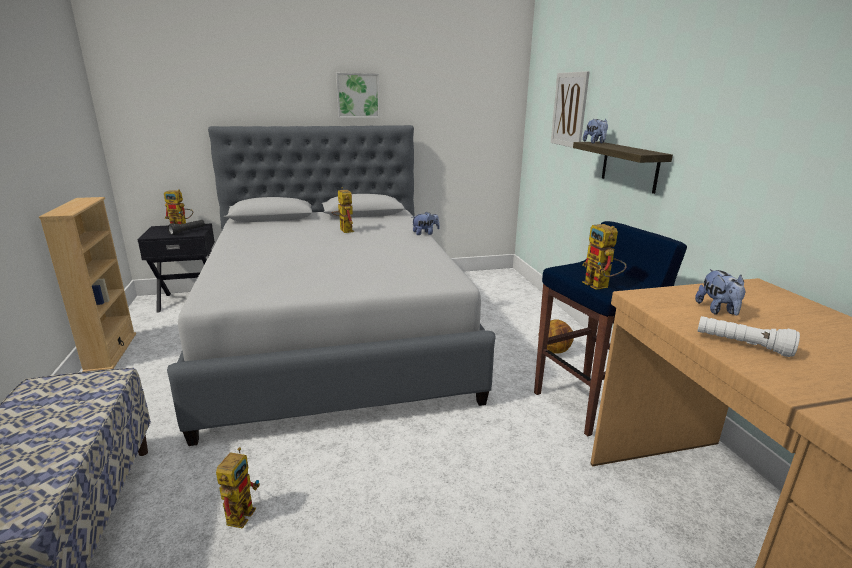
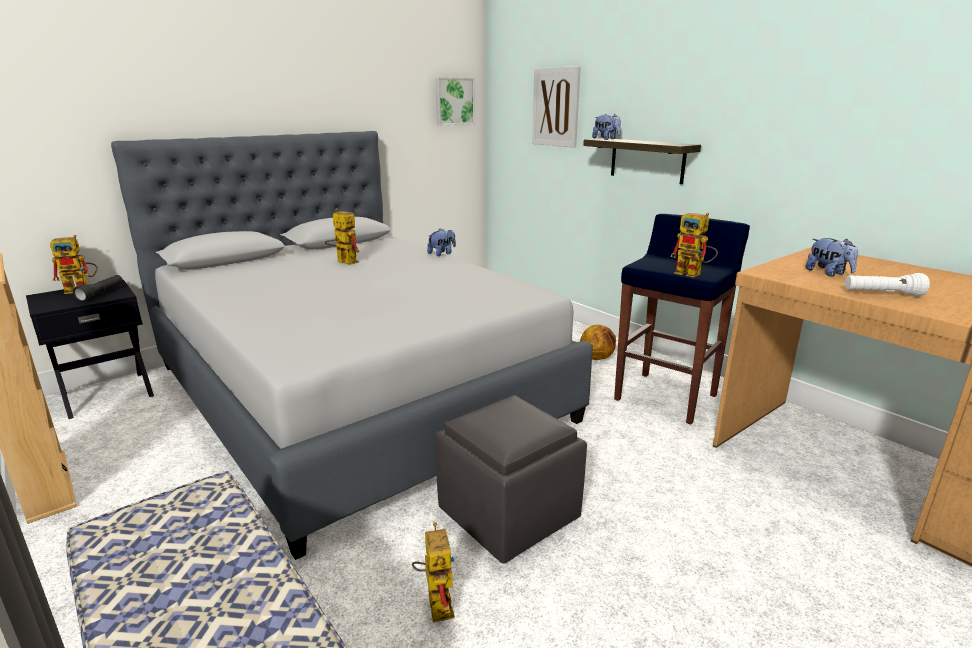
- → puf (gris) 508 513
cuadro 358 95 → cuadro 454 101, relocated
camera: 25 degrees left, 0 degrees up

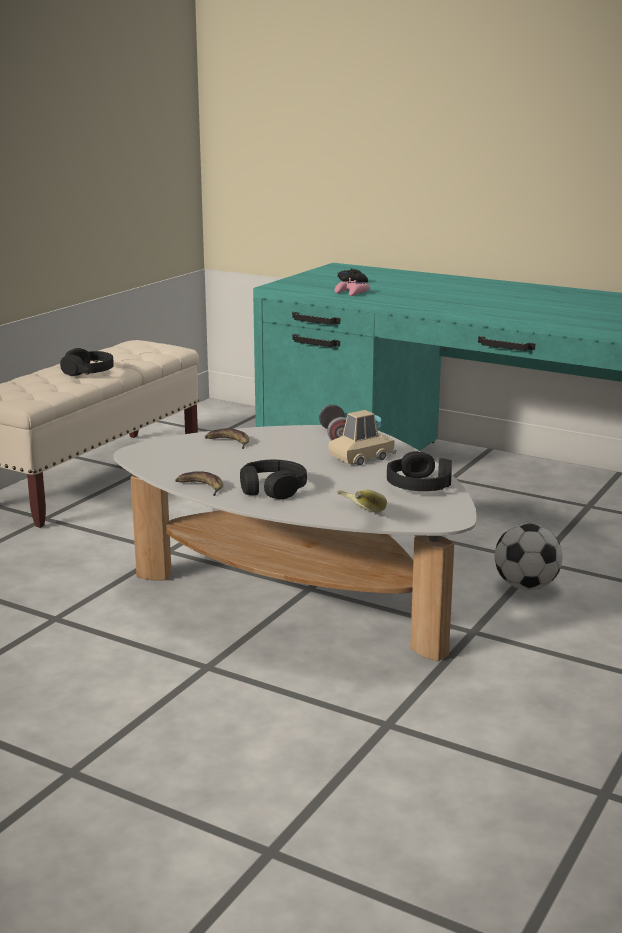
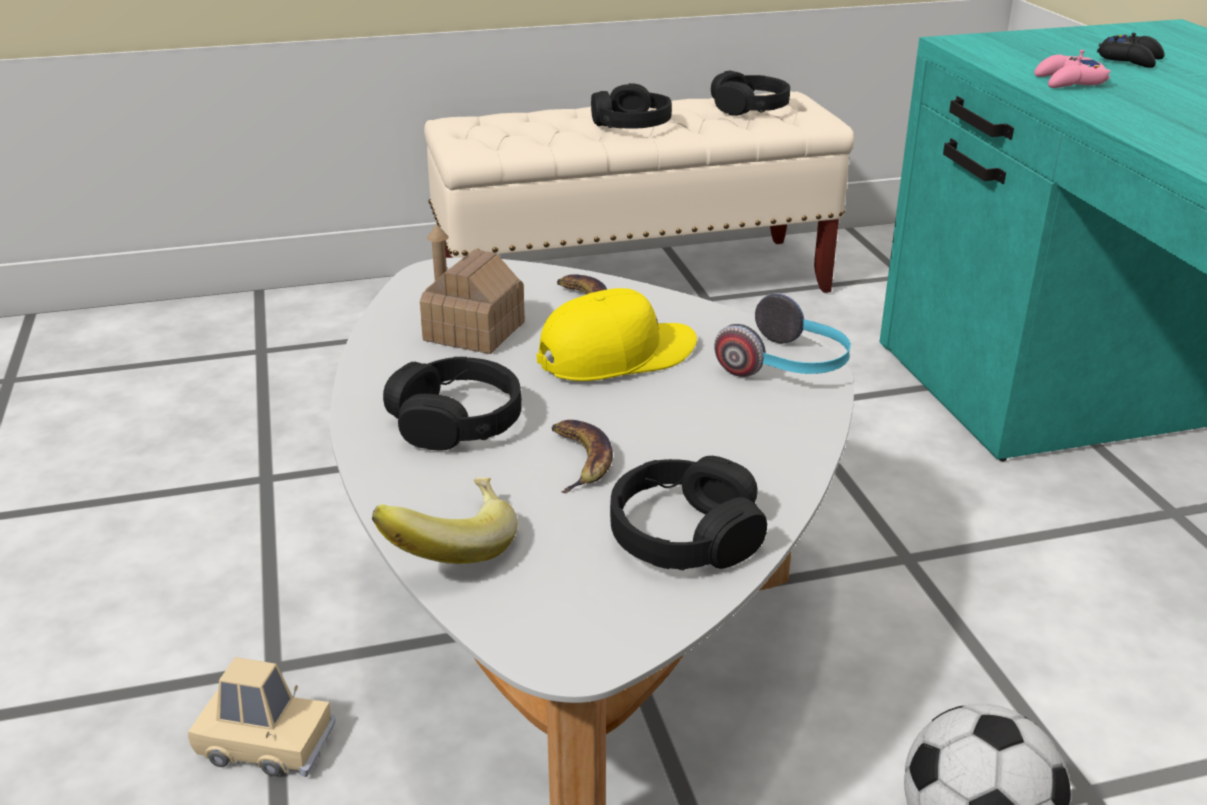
- → casita 473 331
- → gorra (amarillo) 617 356
- → auriculares (negro) 750 107
plátano 201 487 → plátano 579 459, relocated
coche de juguete (beis) 362 457 → coche de juguete (beis) 266 744, relocated
camera: 45 degrees right, 10 degrees up

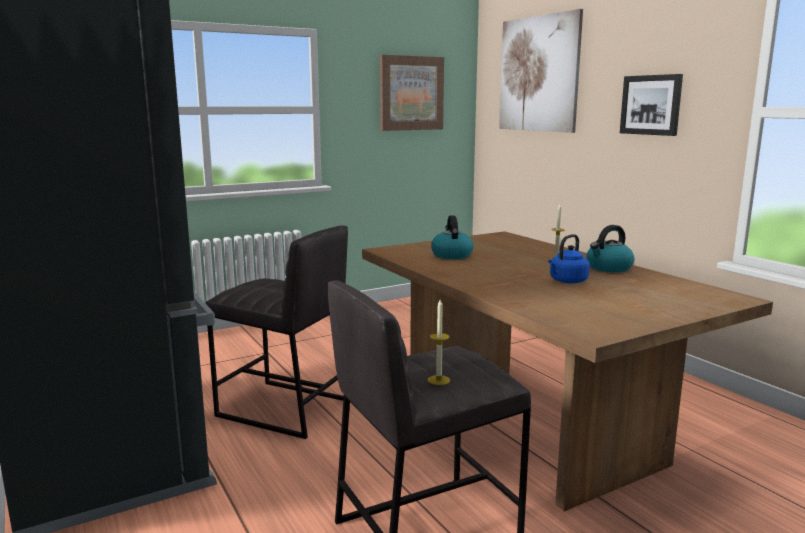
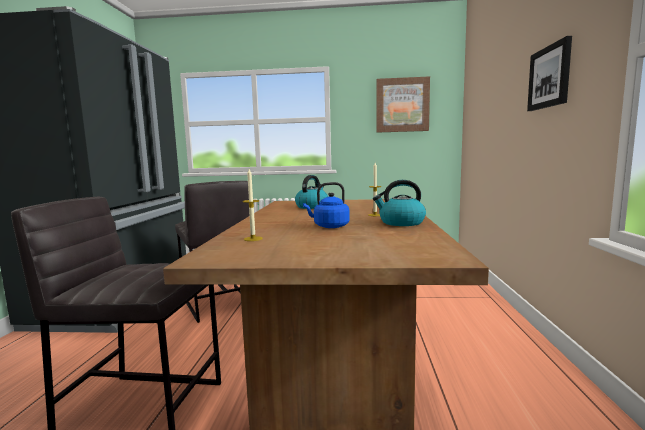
cuadro 538 74 → -
vela 438 380 → vela 253 239, relocated
camera: 35 degrees right, 5 degrees down

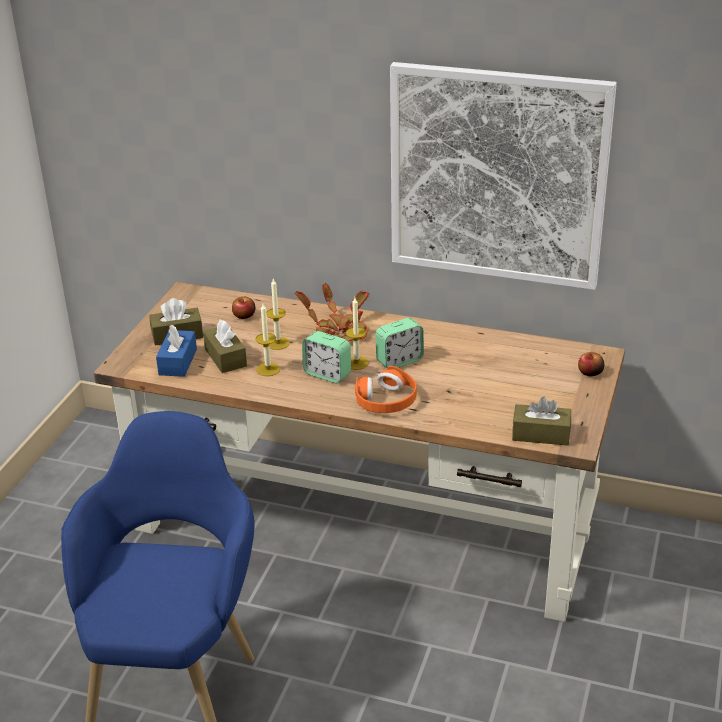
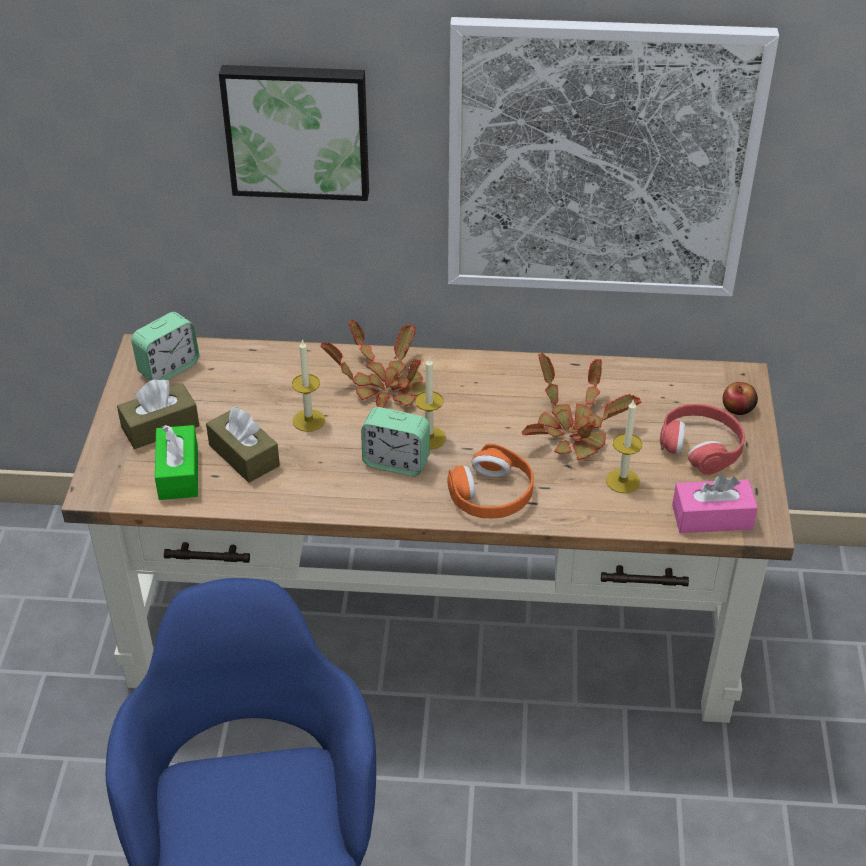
manzana 244 315 → -
- → cuadro 297 130
- → planta en maceta 574 430
- → auriculares (rojo) 701 446
vela 268 369 → vela 622 481, relocated
despertador 399 360 → despertador 168 368, relocated
caja de pañuelos (azul) 178 362 → caja de pañuelos (verde) 178 473
caja de pañuelos (marrón) 541 434 → caja de pañuelos (rosa) 712 517
camera: 15 degrees left, 10 degrees up

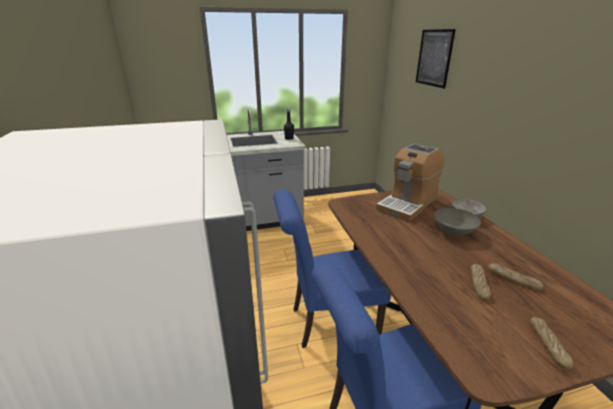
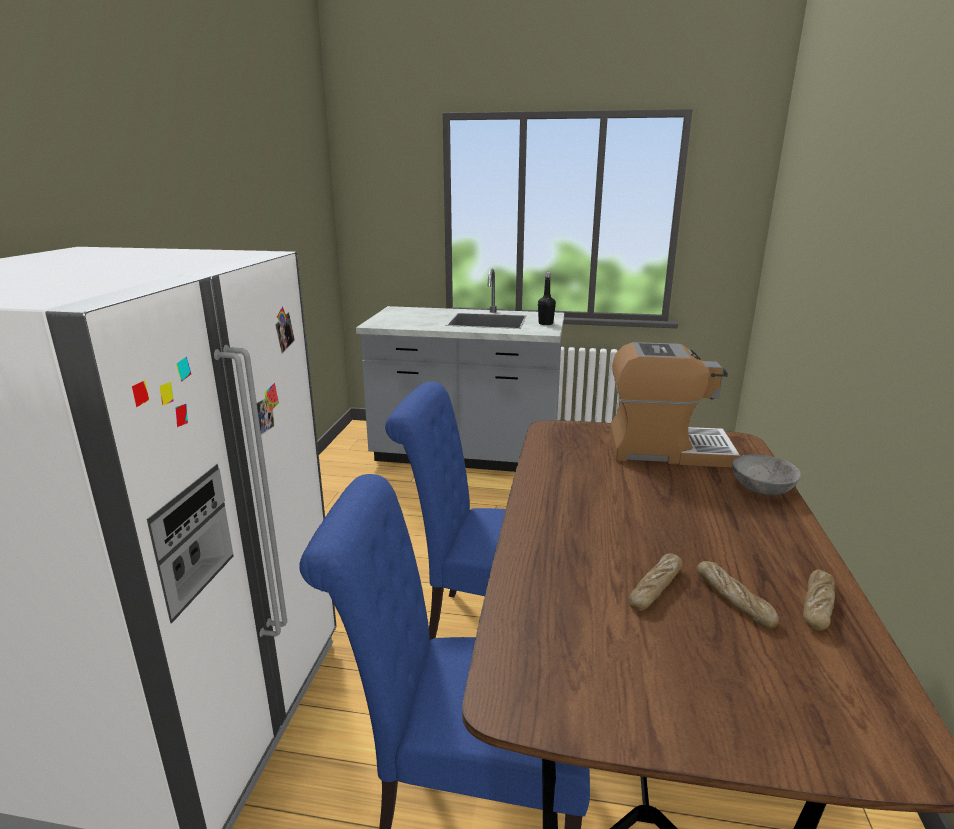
cuadro 434 58 → -
cuenco (gris) 454 232 → -
pan 548 345 → pan 817 606, relocated
cafetera 407 204 → cafetera 667 450, 150 degrees counterclockwise
camera: 25 degrees right, 5 degrees down

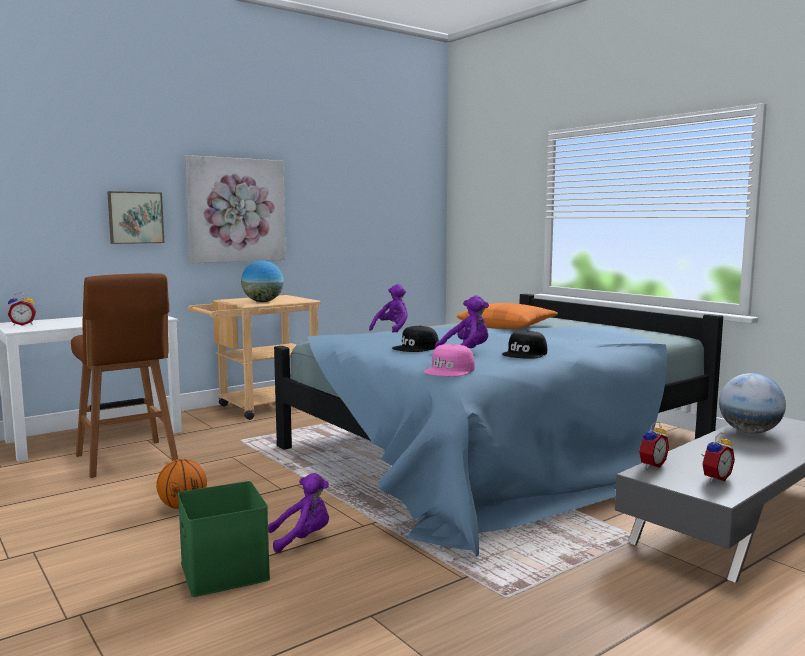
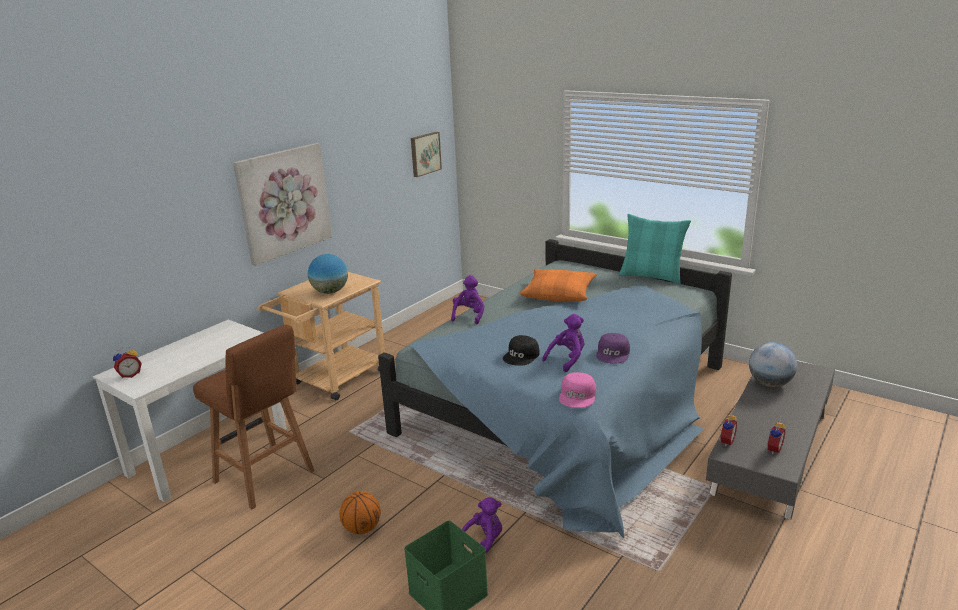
- → cojín (turquesa) 651 276
cuadro 135 217 → cuadro 424 153, relocated
gorra (negro) 525 354 → gorra (morado) 613 353
camera: 15 degrees left, 15 degrees up

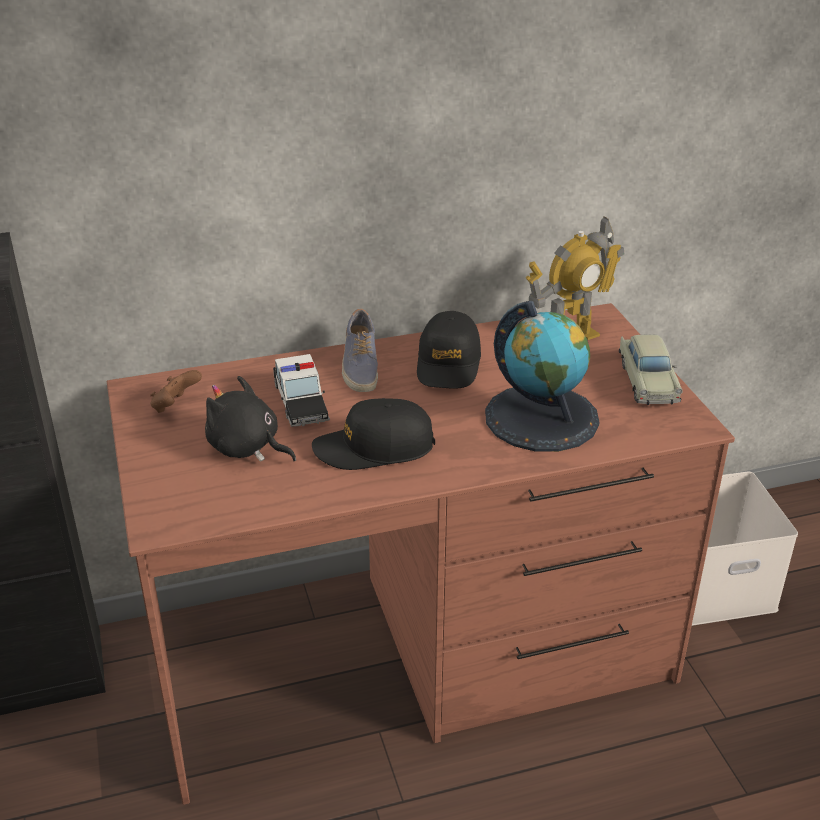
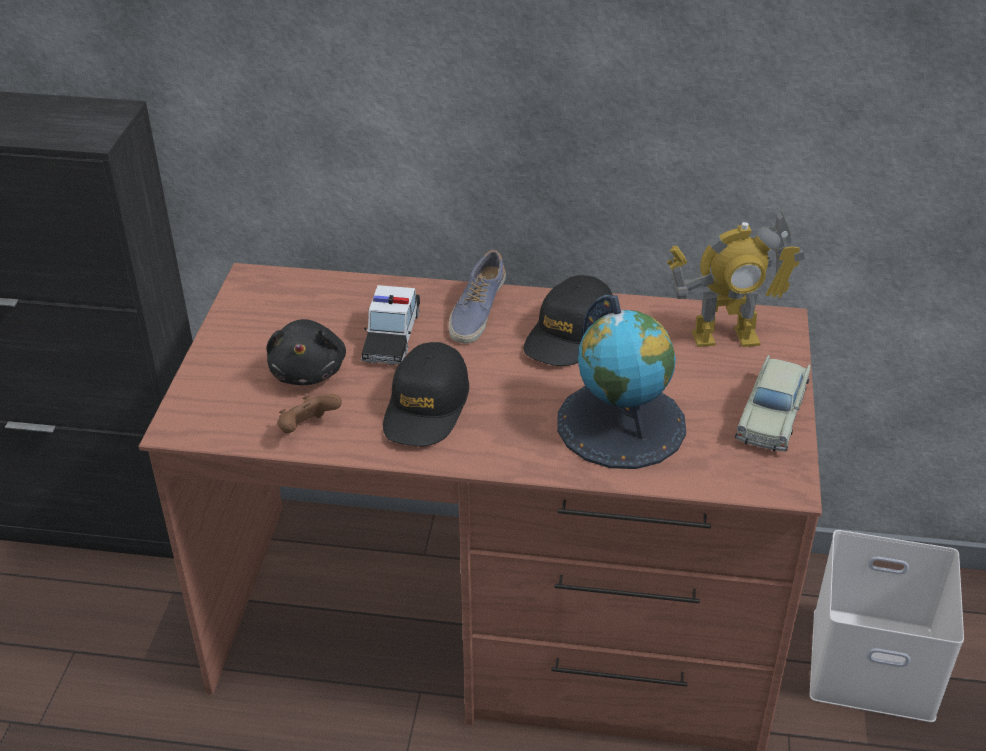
mando de consola (marrón) 175 406 → mando de consola (marrón) 307 429, relocated
peluche (negro) 247 448 → peluche (negro) 308 371, 150 degrees counterclockwise
gorra (negro) 374 448 → gorra (negro) 426 407, 90 degrees counterclockwise
camera: 25 degrees right, 5 degrees up

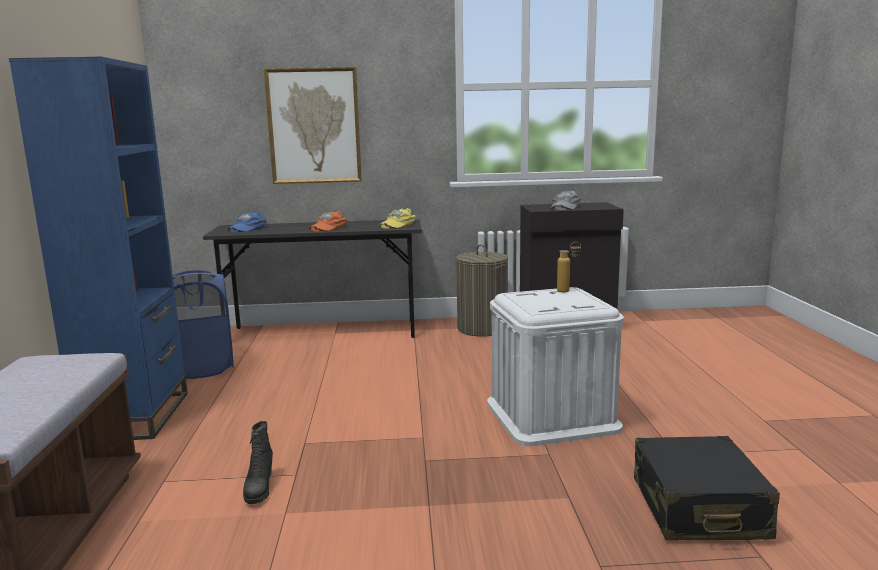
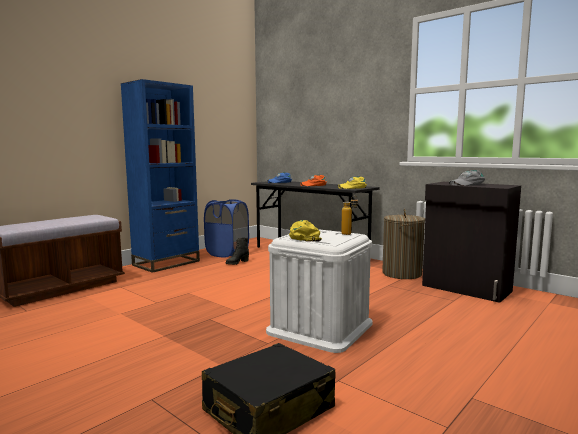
cuadro 314 126 → -
- → gorra (amarillo) 304 237
bota (negro) 259 489 → bota (negro) 237 263, relocated
camera: 45 degrees right, 5 degrees down

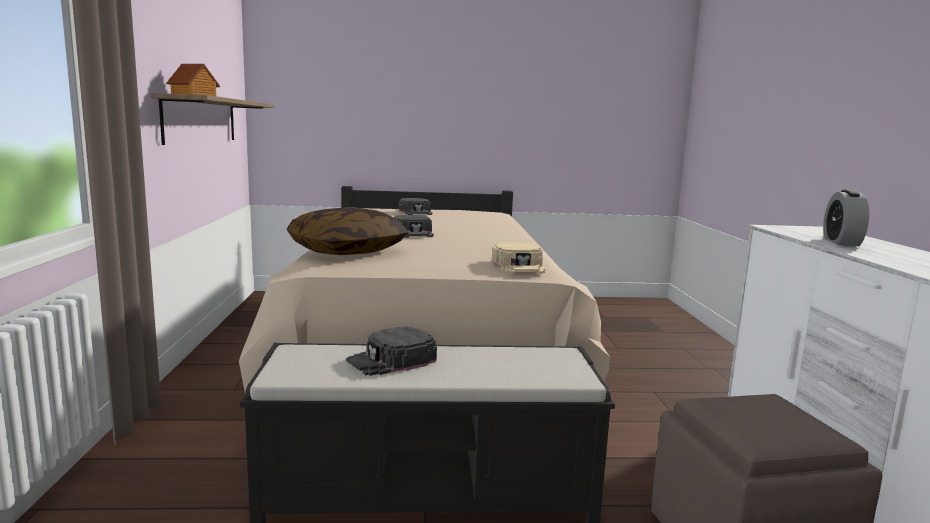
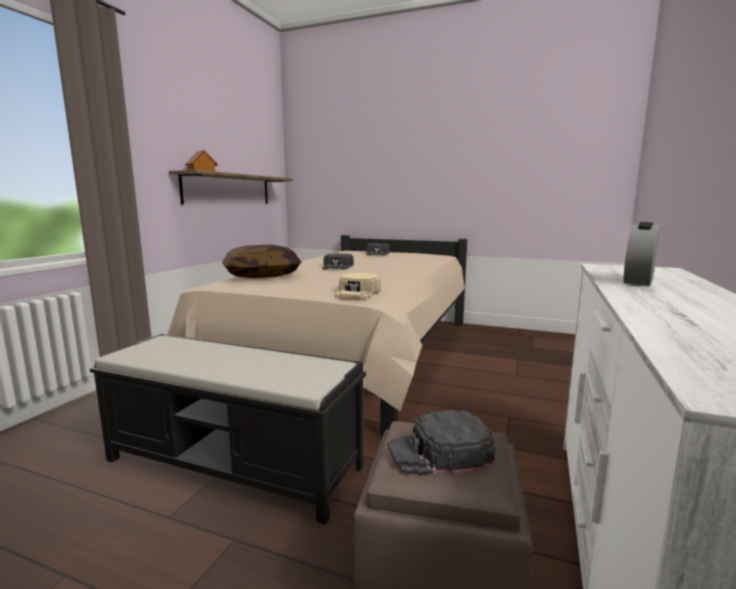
gorra (negro) 392 360 → gorra (negro) 440 453, relocated
camera: 25 degrees right, 0 degrees up

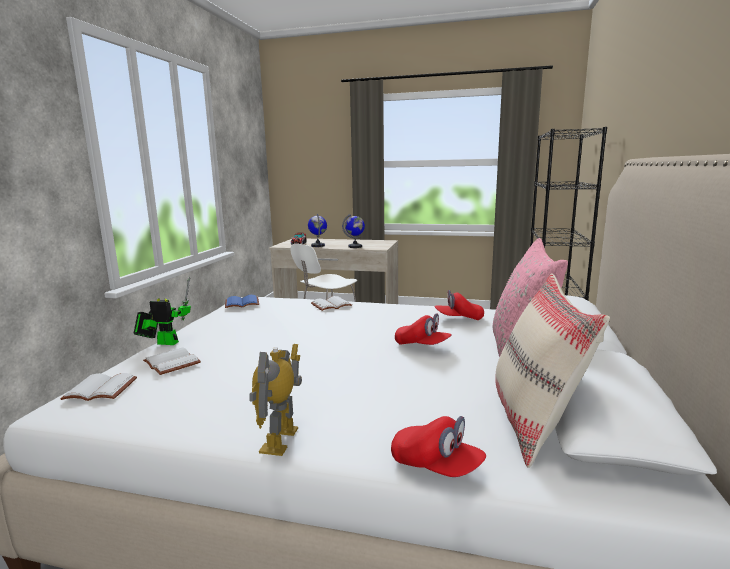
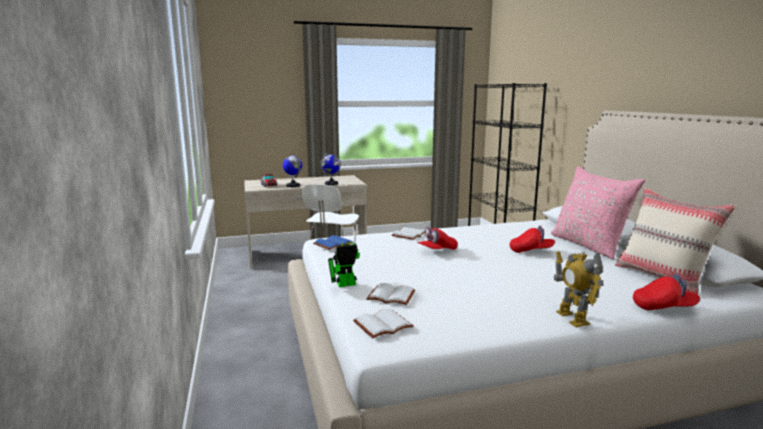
gorra (rojo) 459 318 → gorra (rojo) 437 251, relocated
camera: 30 degrees left, 0 degrees up

